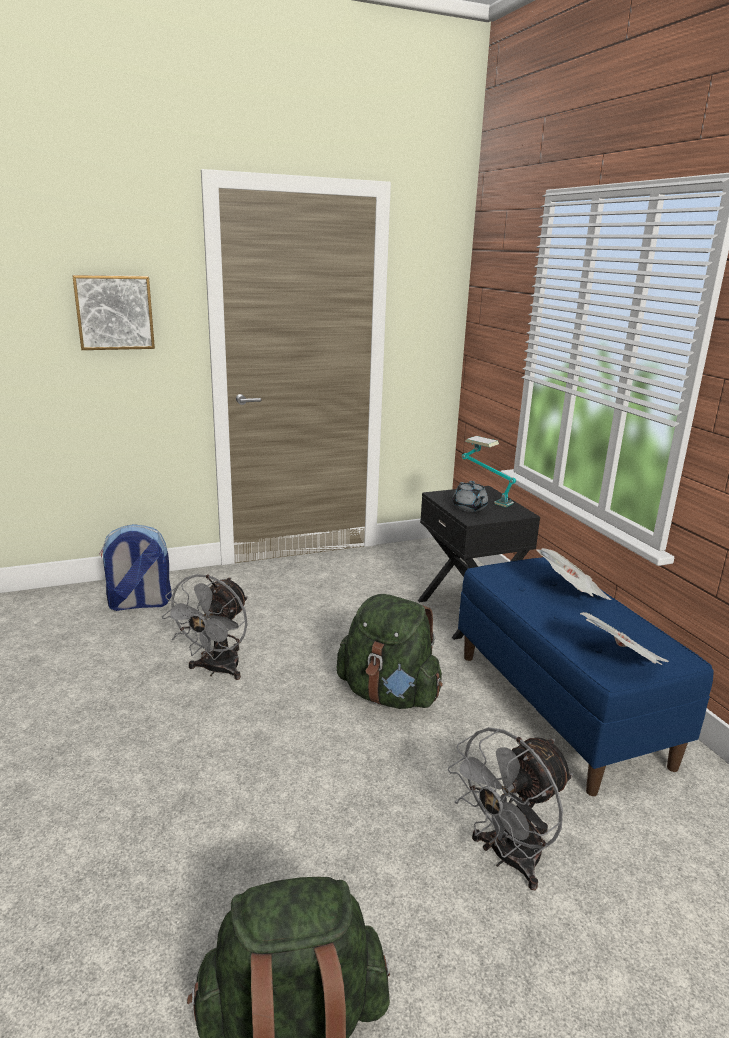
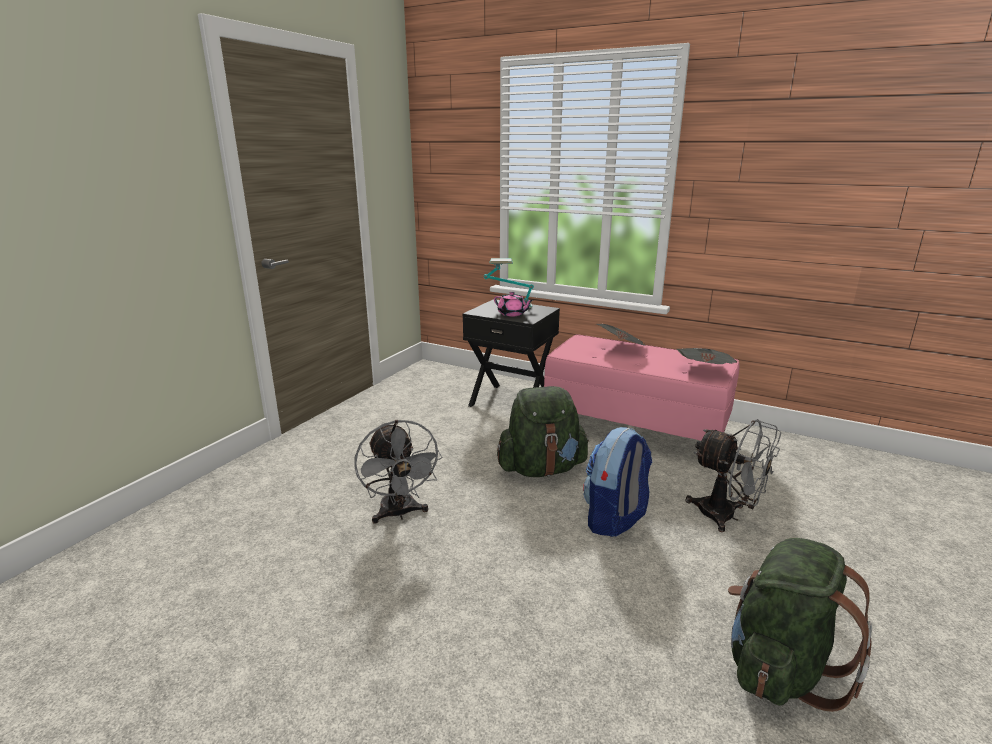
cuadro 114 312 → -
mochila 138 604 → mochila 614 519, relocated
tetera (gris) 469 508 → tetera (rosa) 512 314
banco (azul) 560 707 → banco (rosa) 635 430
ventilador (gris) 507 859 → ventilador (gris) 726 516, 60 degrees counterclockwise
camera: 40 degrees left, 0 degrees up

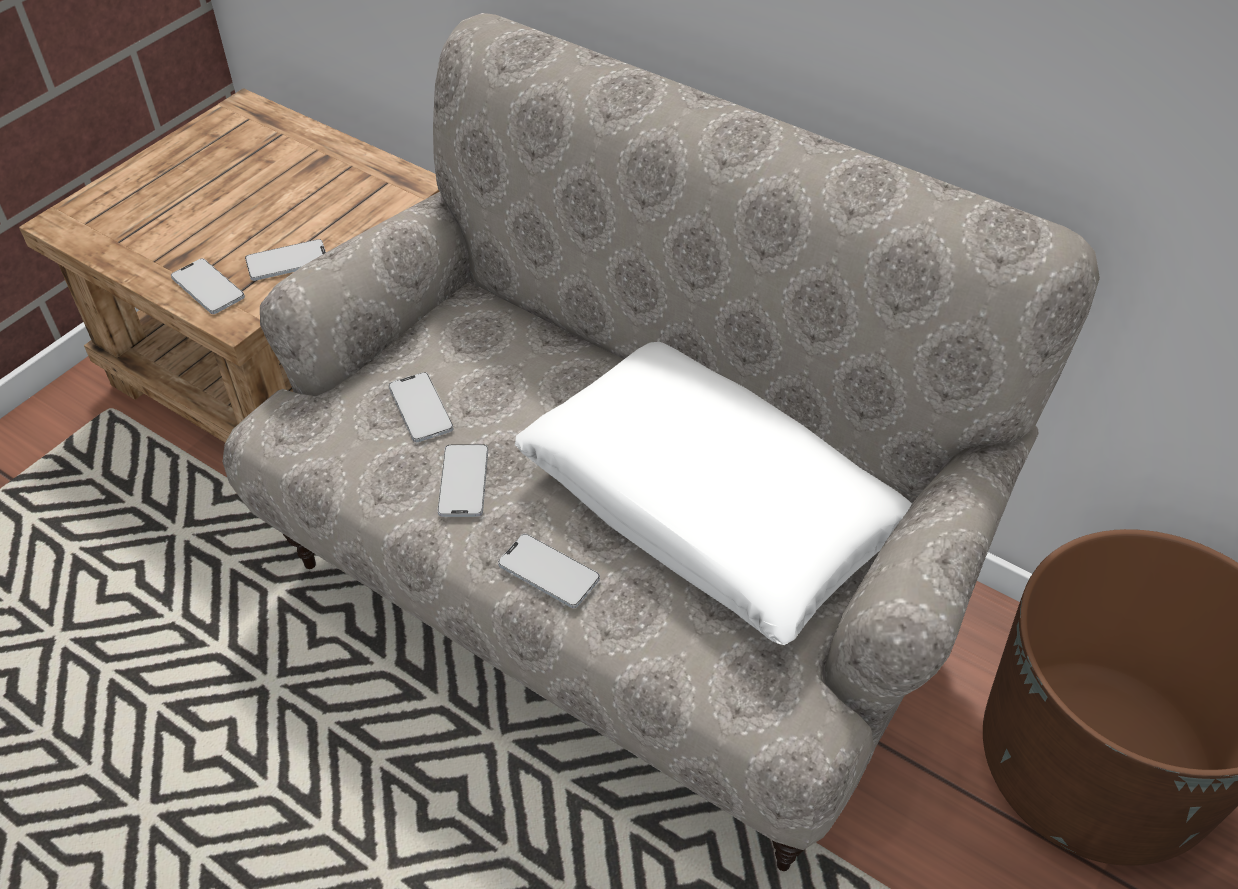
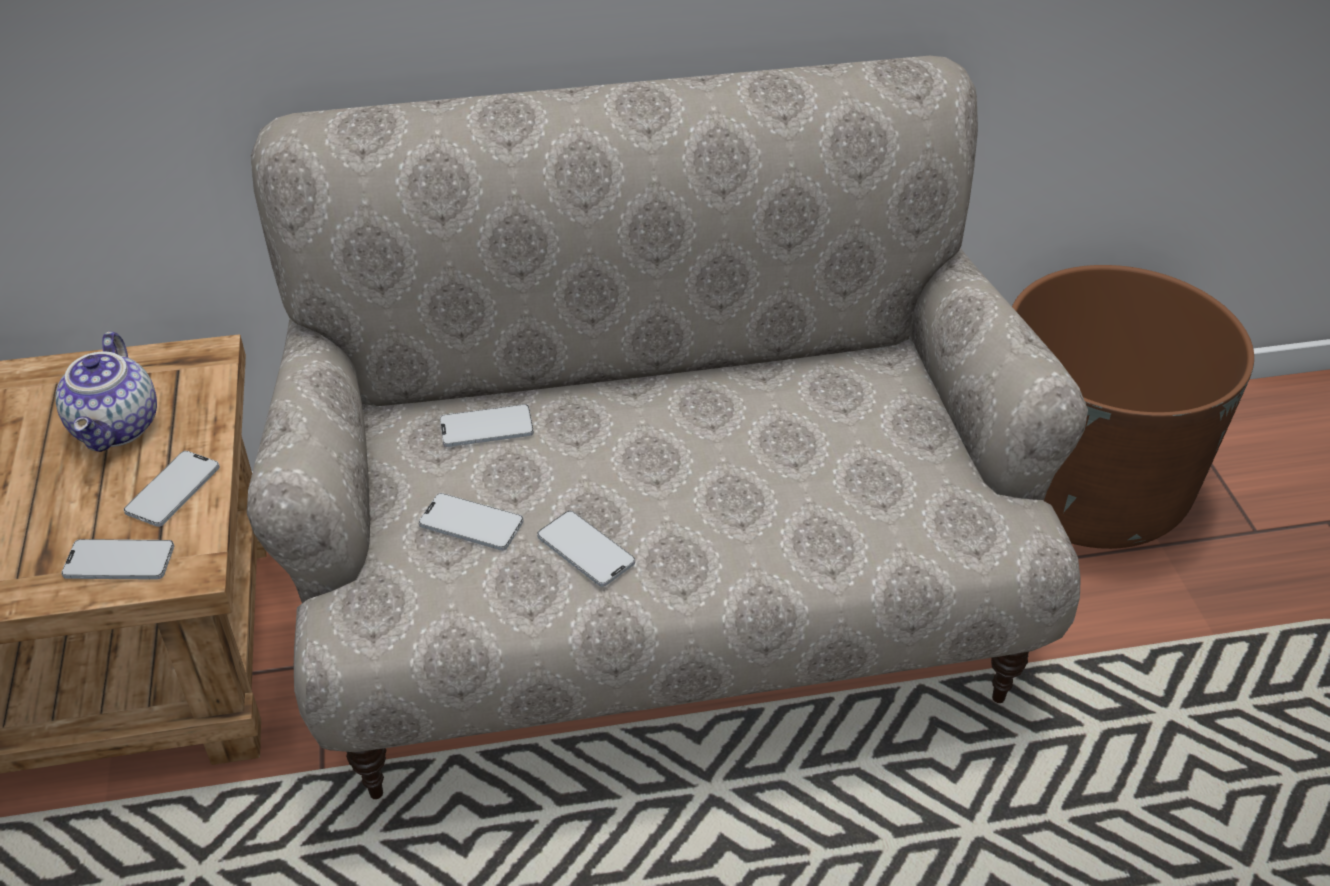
cojín (blanco) 708 507 → -
- → tetera 118 428
móvil 549 572 → móvil 486 427, relocated
camera: 45 degrees left, 5 degrees down

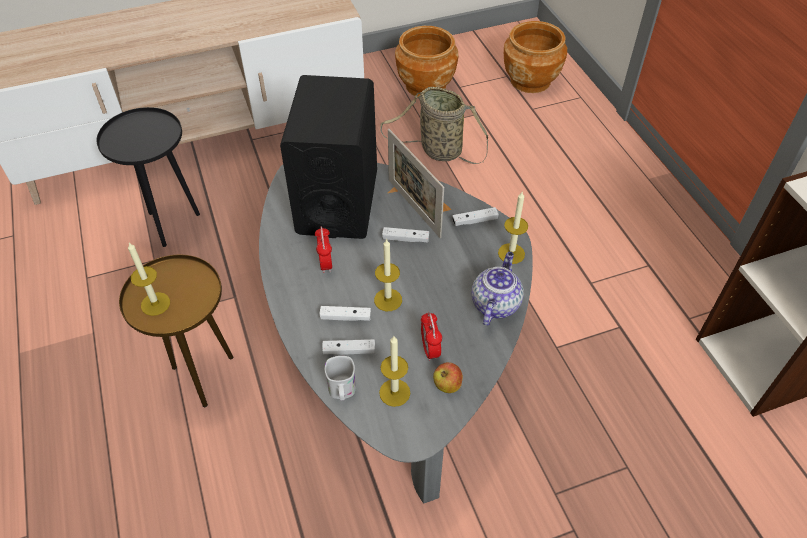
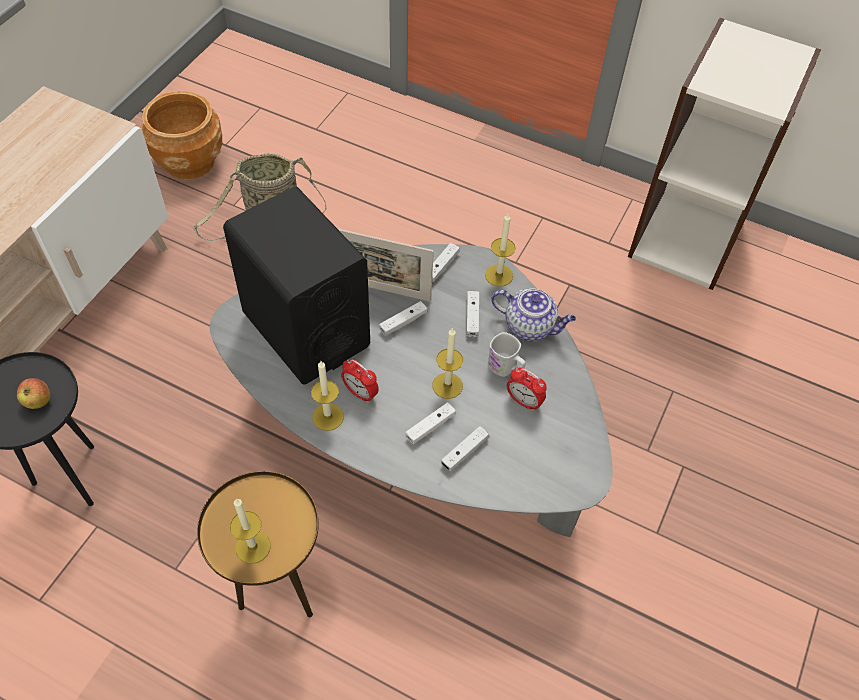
maceta (marrón) 530 80 → -
- → mando de consola (blanco) 472 317
taza grande (blanco) 342 392 → taza grande (blanco) 506 367, relocated
vela 394 392 → vela 328 417, relocated
manzana 447 385 → manzana 38 401, relocated
tetera 495 303 → tetera 530 326, 135 degrees clockwise
camera: 45 degrees left, 5 degrees up

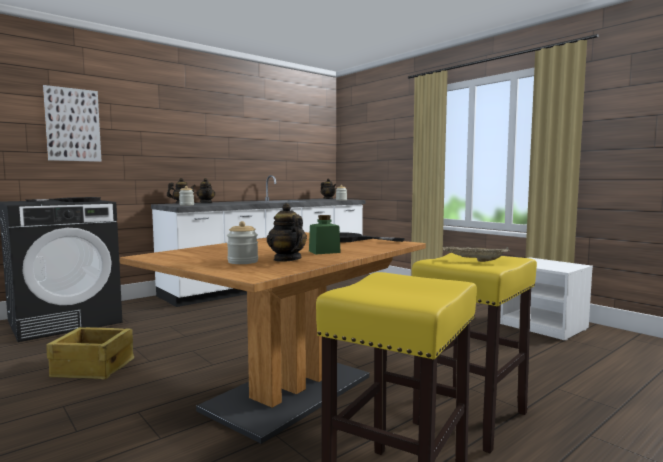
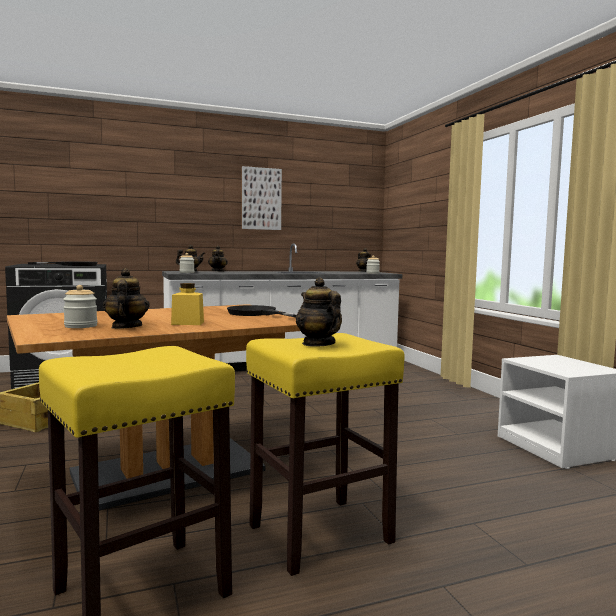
cuadro 73 125 → cuadro 261 198, relocated
bandeja (beis) 474 261 → tetera 318 344
tarro (verde) 324 252 → tarro (amarillo) 187 323
camera: 20 degrees right, 0 degrees up

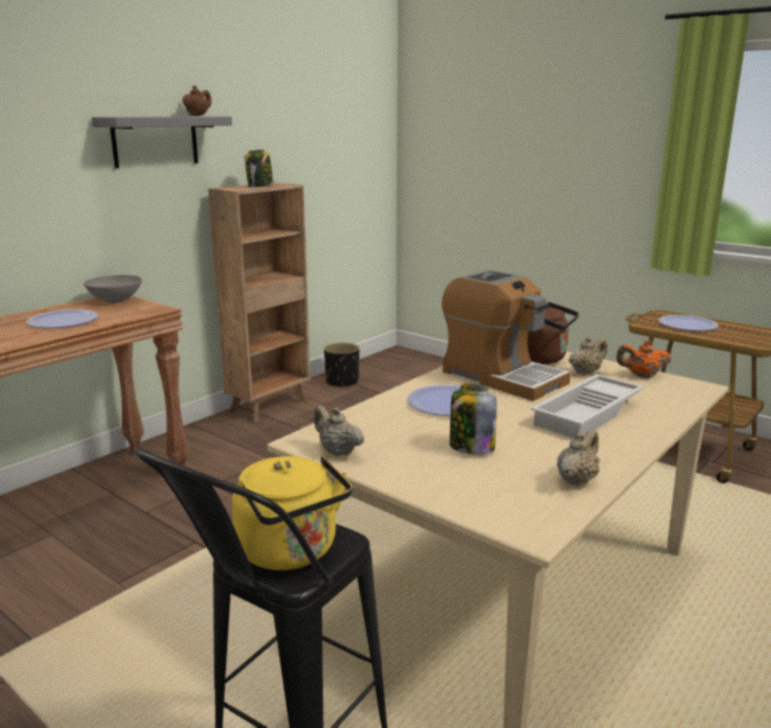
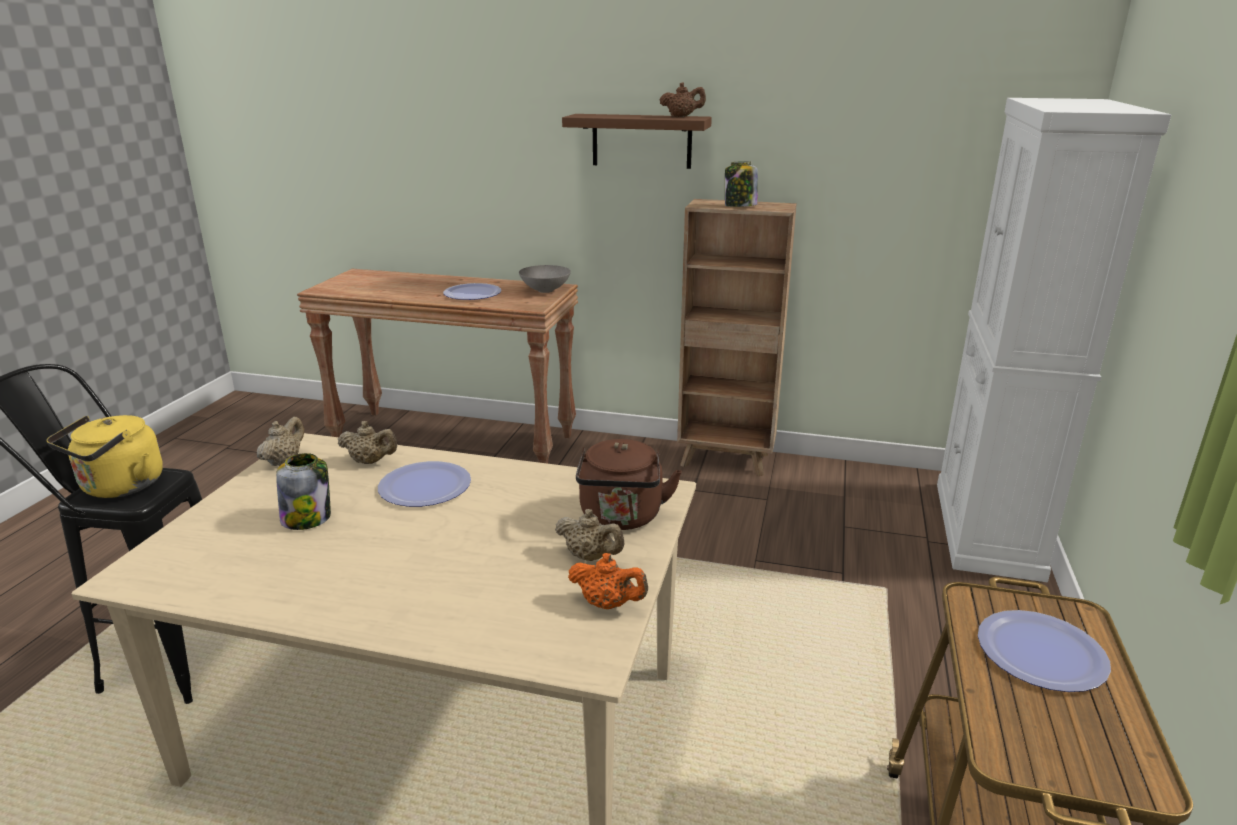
maceta (negro) 342 382 → -
cafetera 501 377 → -
bandeja (blanco) 589 414 → -
- → armario (blanco) 986 529
tetera (beis) 577 480 → tetera (beis) 370 461, relocated
estante (gris) 155 141 → estante (marrón) 641 141
tetera (naranja) 641 376 → tetera (naranja) 608 604, 135 degrees clockwise
camera: 65 degrees right, 5 degrees up

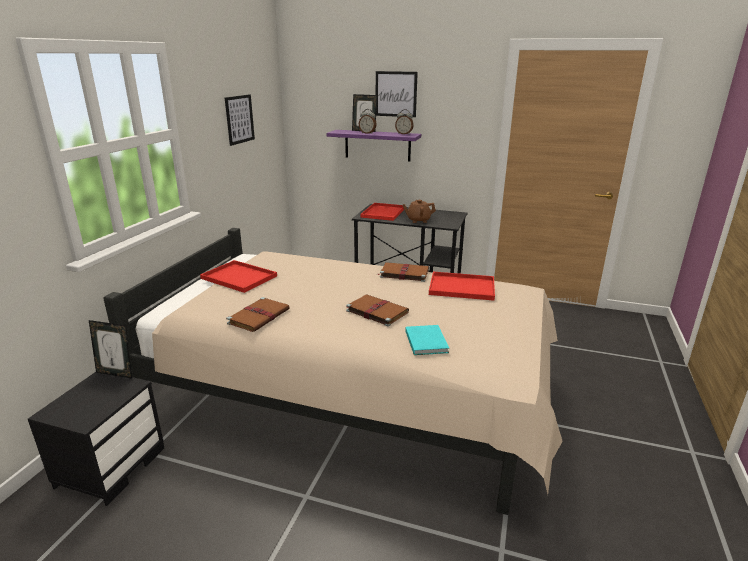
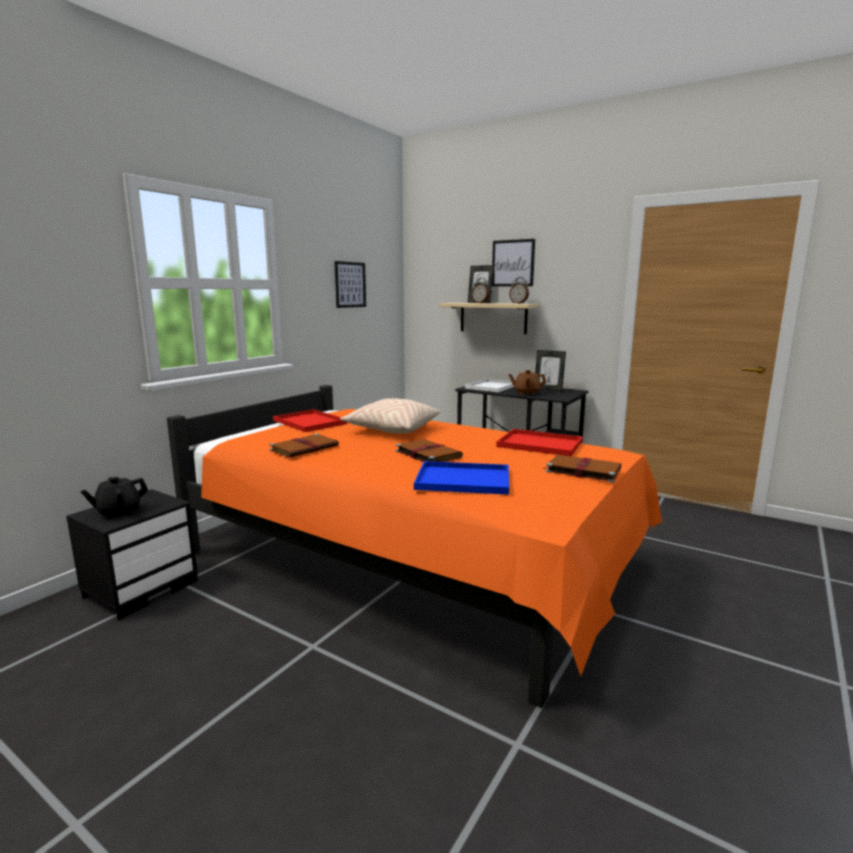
- → tetera (negro) 118 511
- → cojín (beis) 392 430
portarretratos 116 373 → portarretratos 548 389, relocated
libro (marrón) 403 273 → libro (marrón) 582 470, relocated
libro (turquesa) 426 341 → bandeja (azul) 465 479
cama (beis) 355 397 → cama (naranja) 412 564
estante (morado) 377 145 → estante (beis) 493 318
bandeja (rojo) 383 213 → bandeja (blanco) 492 387
camera: 15 degrees right, 10 degrees down

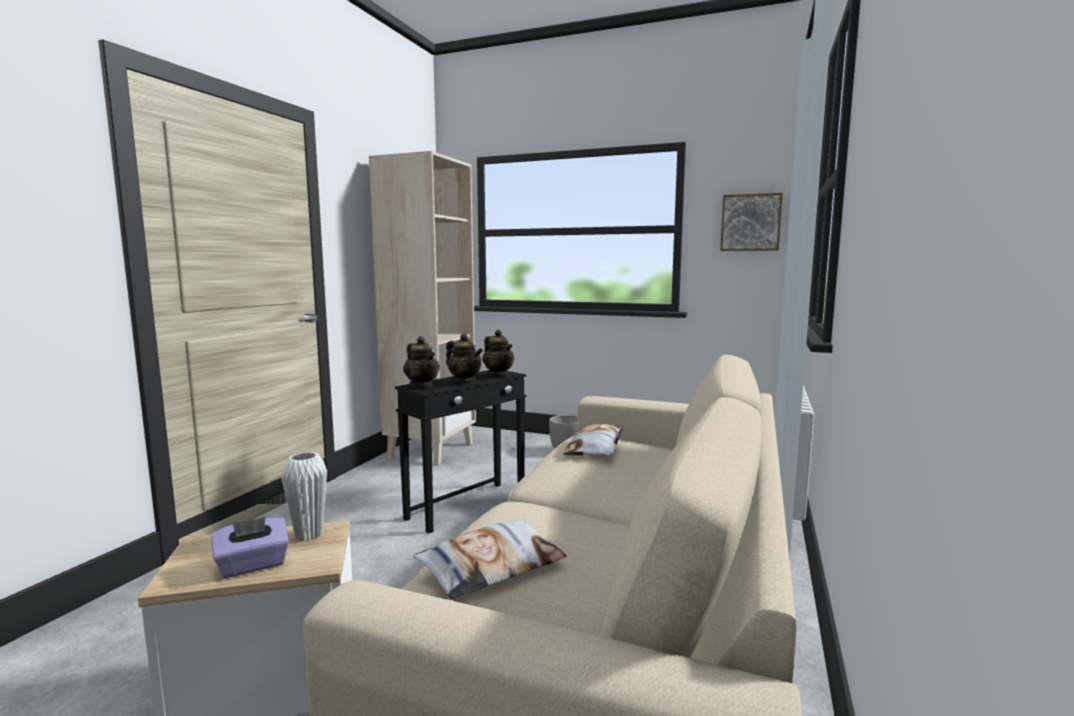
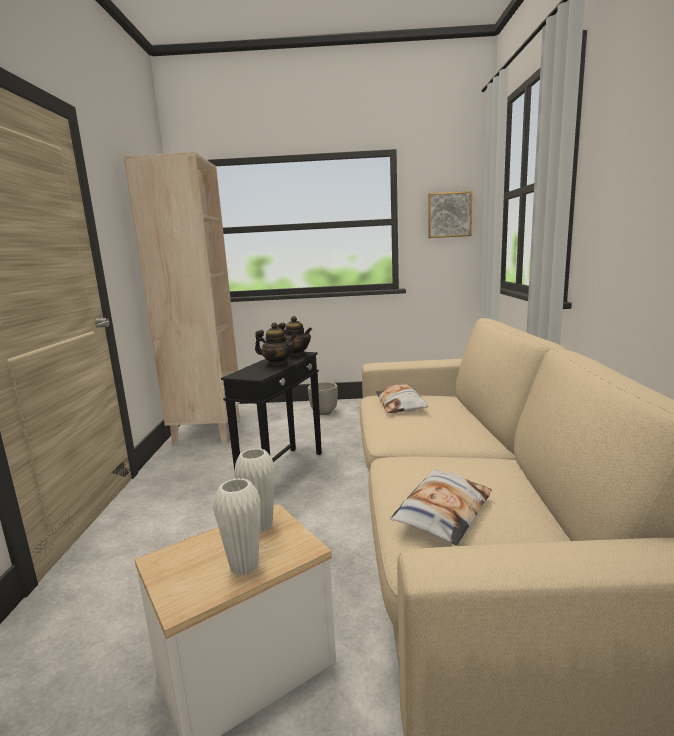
tetera 422 386 → -
caja de pañuelos (morado) 253 565 → florero (blanco) 244 566
camera: 20 degrees left, 5 degrees up

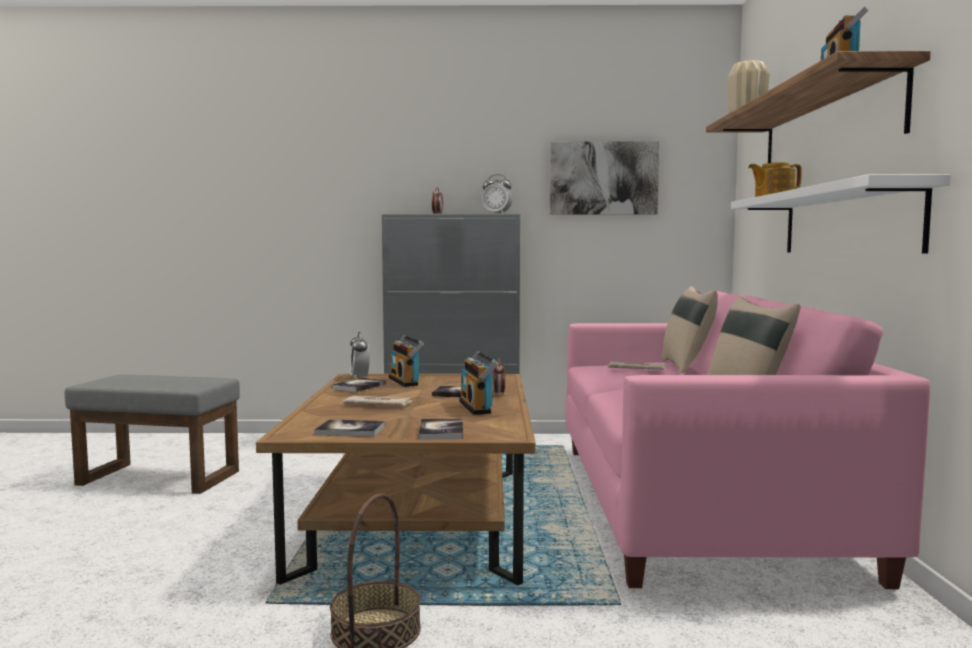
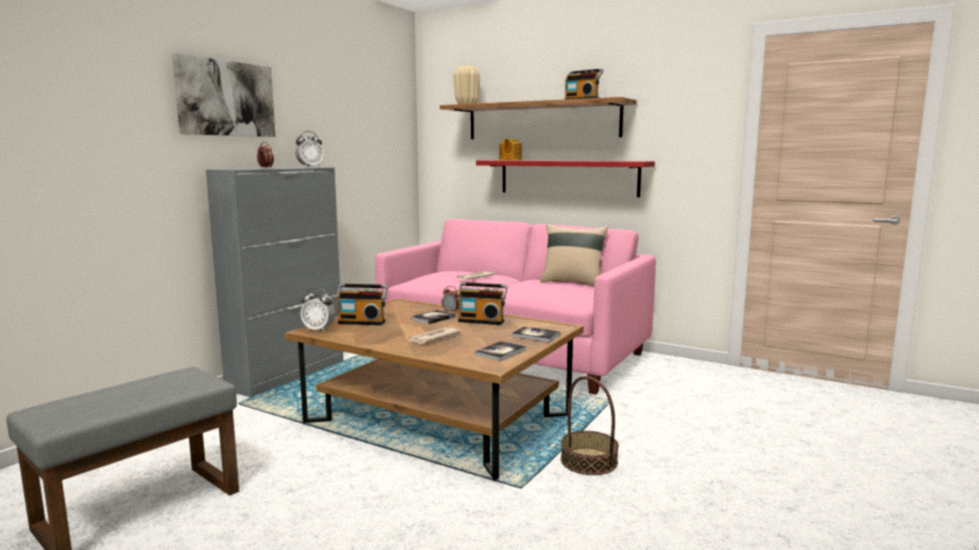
libro 359 386 → -
cojín (beis) 687 366 → -
cuadro 603 178 → cuadro 226 98, relocated
estante (blanco) 846 222 → estante (rojo) 568 177
camera: 60 degrees left, 5 degrees up

